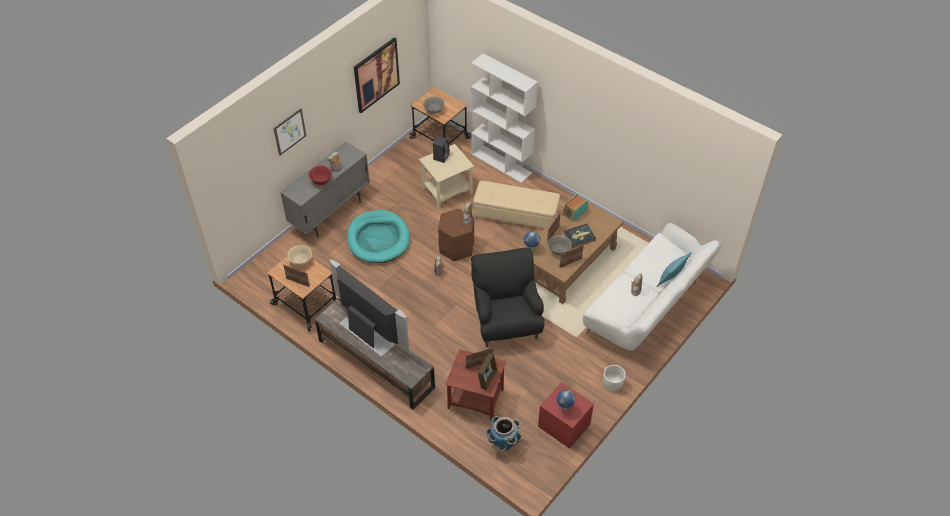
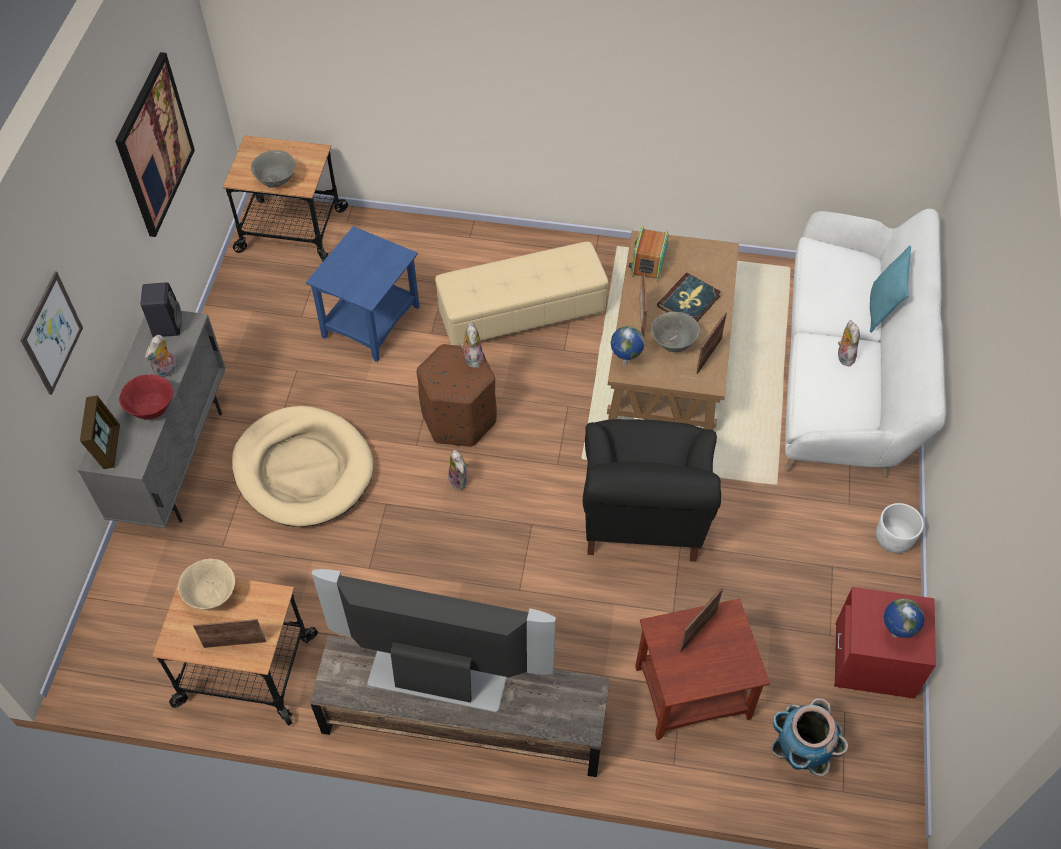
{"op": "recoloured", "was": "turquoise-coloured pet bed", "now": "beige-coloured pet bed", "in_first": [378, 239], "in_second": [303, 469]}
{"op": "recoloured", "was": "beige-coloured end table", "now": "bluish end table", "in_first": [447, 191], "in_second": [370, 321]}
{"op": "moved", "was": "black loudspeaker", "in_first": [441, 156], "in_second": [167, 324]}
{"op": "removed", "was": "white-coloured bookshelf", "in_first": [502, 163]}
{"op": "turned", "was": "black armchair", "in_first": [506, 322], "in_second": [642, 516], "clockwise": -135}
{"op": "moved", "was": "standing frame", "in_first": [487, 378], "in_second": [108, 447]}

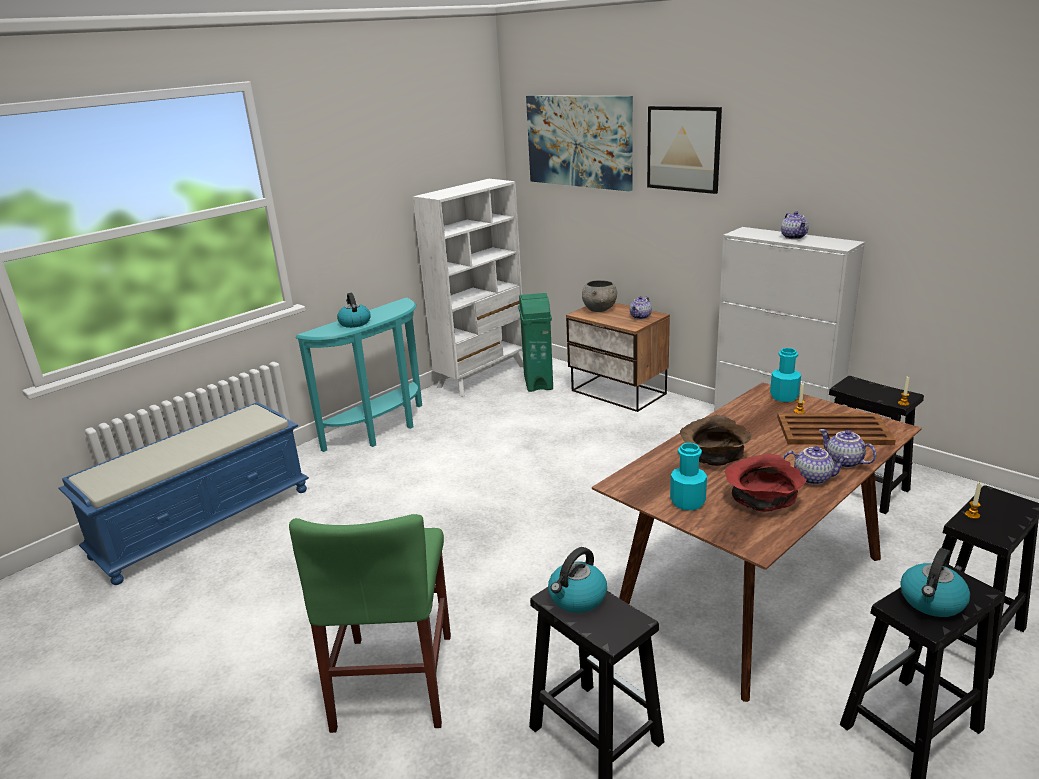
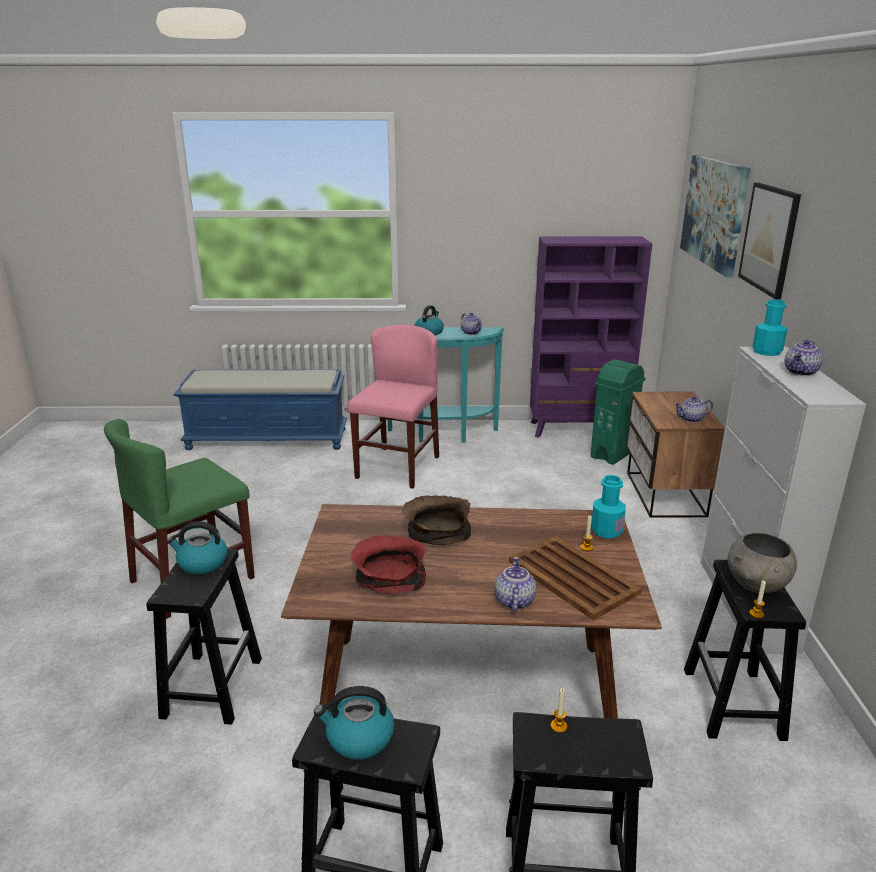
{"op": "recoloured", "was": "white-coloured bookshelf", "now": "purplish bookshelf", "in_first": [482, 376], "in_second": [579, 429]}
{"op": "moved", "was": "greyish serving bowl", "in_first": [600, 310], "in_second": [757, 586]}
{"op": "moved", "was": "turquoise-coloured drink bottle", "in_first": [687, 502], "in_second": [766, 352]}
{"op": "moved", "was": "pot for tea", "in_first": [812, 478], "in_second": [471, 332]}
{"op": "added", "now": "pinkish chair", "in_second": [397, 467]}

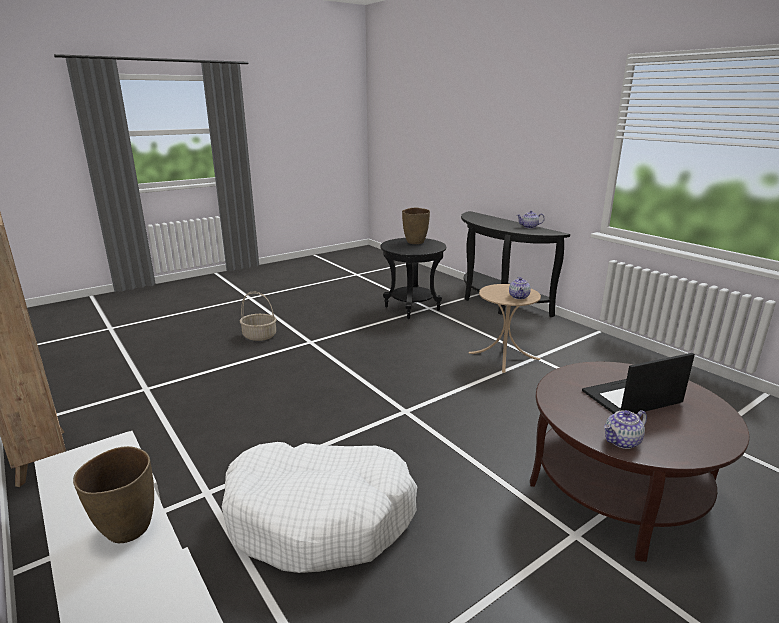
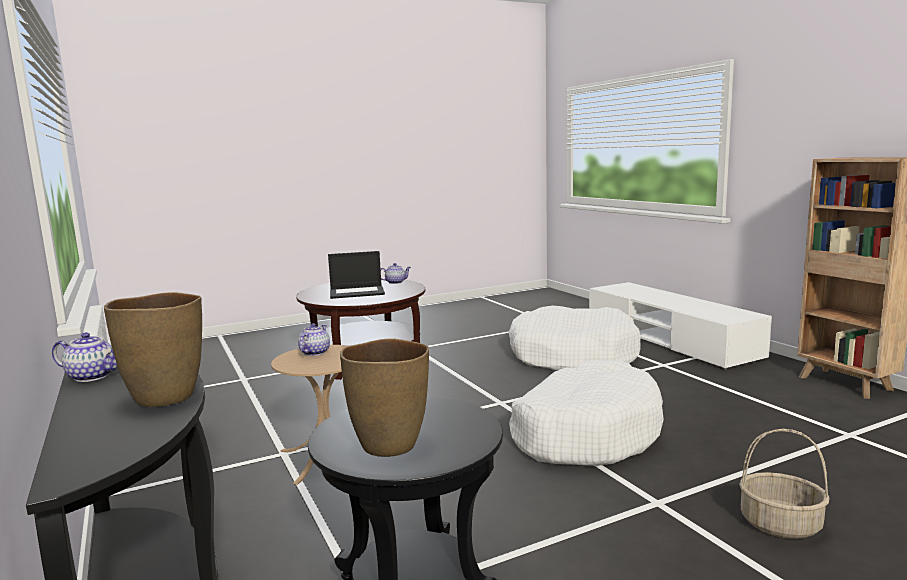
{"op": "moved", "was": "brownish flower vase", "in_first": [128, 530], "in_second": [166, 398]}
{"op": "added", "now": "white-coloured pet bed", "in_second": [585, 432]}

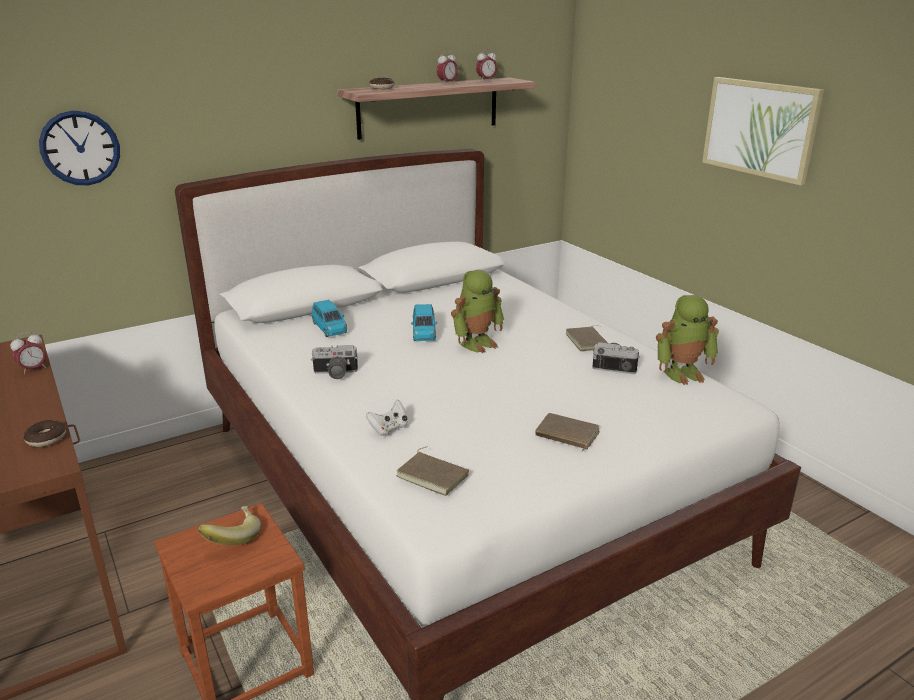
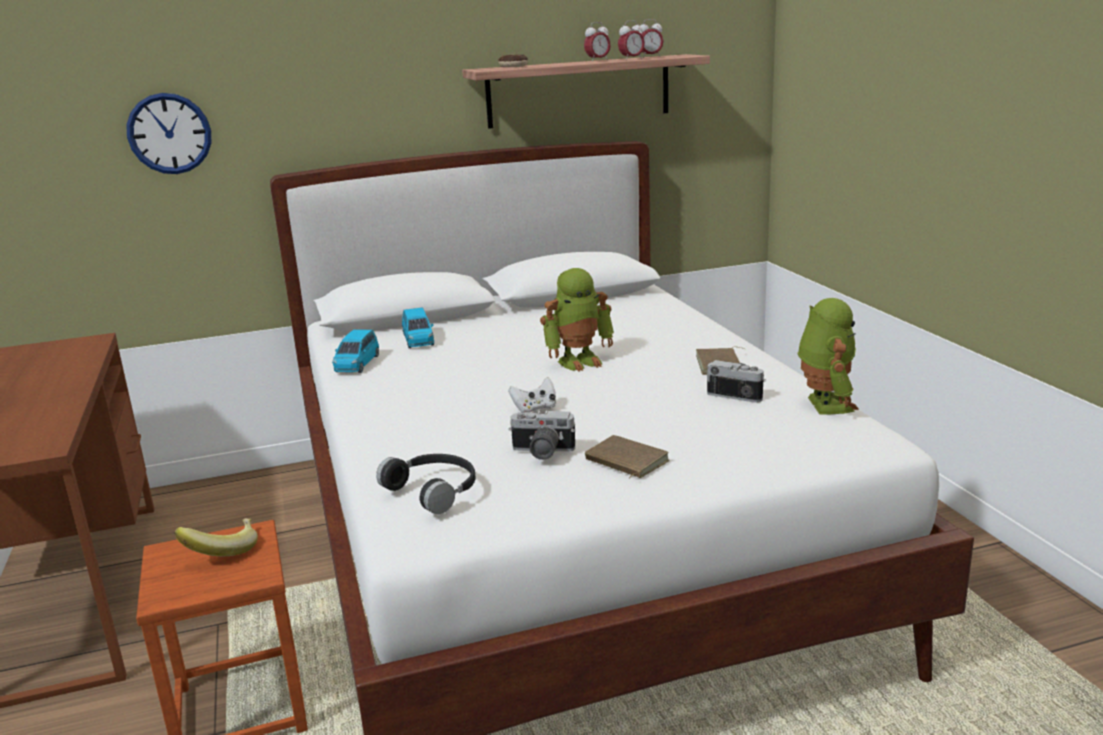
{"op": "moved", "was": "bedside clock", "in_first": [33, 369], "in_second": [631, 59]}
{"op": "removed", "was": "ring doughnut", "in_first": [46, 439]}
{"op": "moved", "was": "photo camera", "in_first": [335, 374], "in_second": [541, 452]}
{"op": "moved", "was": "white-coloured gamepad", "in_first": [389, 429], "in_second": [535, 409]}
{"op": "replaced", "was": "brownish bound book", "now": "black pair of headphones", "in_first": [434, 475], "in_second": [435, 490]}
{"op": "moved", "was": "bluish model car", "in_first": [424, 333], "in_second": [357, 364]}
{"op": "turned", "was": "toy robot", "in_first": [683, 373], "in_second": [824, 404], "clockwise": -90}
{"op": "removed", "was": "wall art", "in_first": [760, 128]}

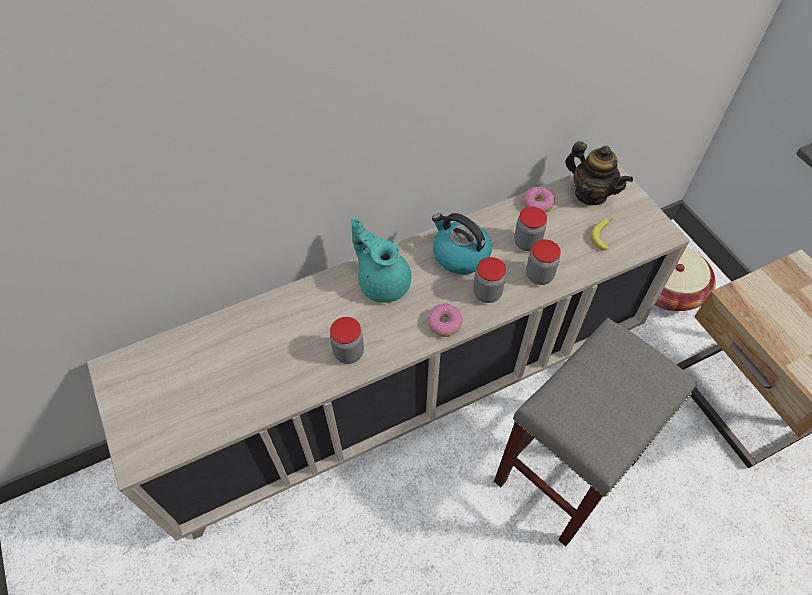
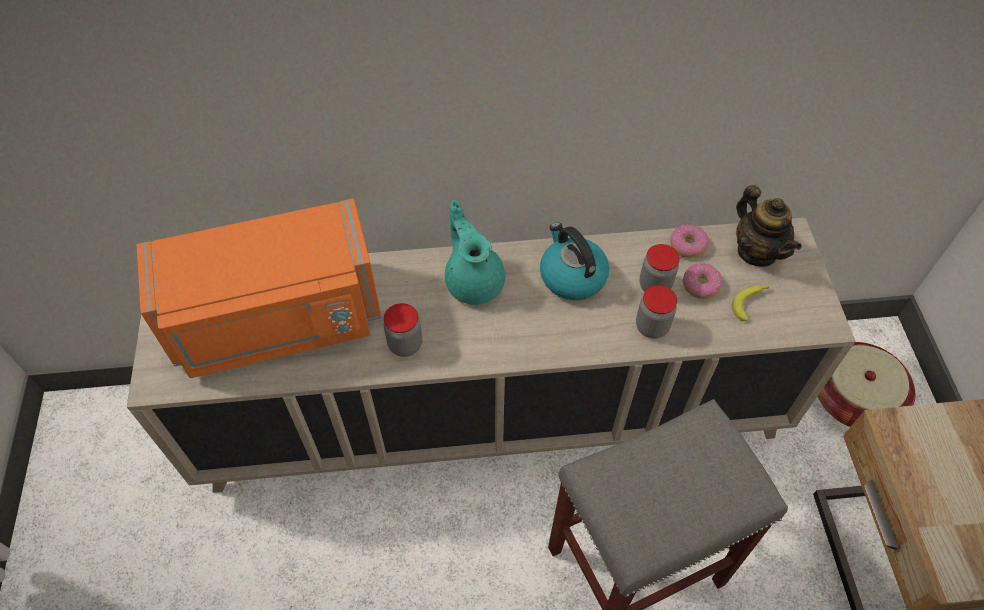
{"op": "moved", "was": "ring doughnut", "in_first": [444, 323], "in_second": [700, 285]}
{"op": "removed", "was": "preserve jar", "in_first": [487, 293]}
{"op": "added", "now": "orange microwave", "in_second": [277, 322]}

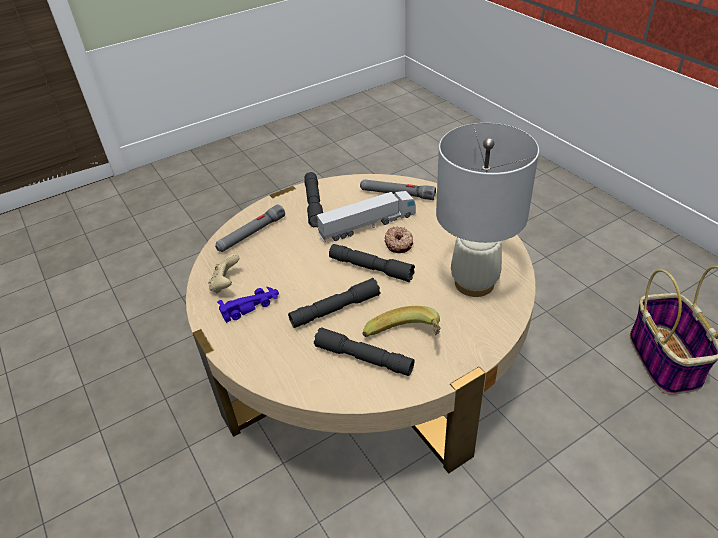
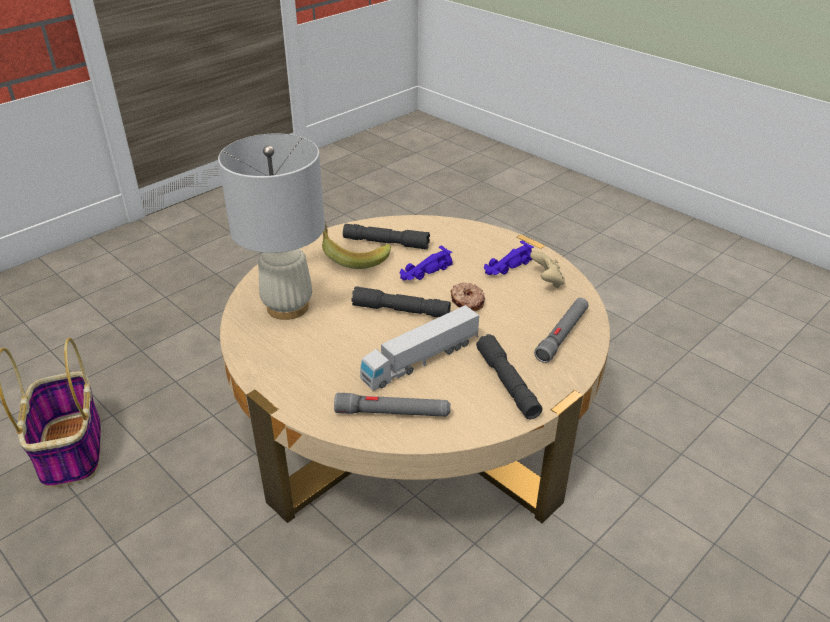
{"op": "replaced", "was": "greyish flashlight", "now": "purplish model car", "in_first": [335, 309], "in_second": [424, 272]}
{"op": "moved", "was": "ring doughnut", "in_first": [399, 243], "in_second": [467, 302]}

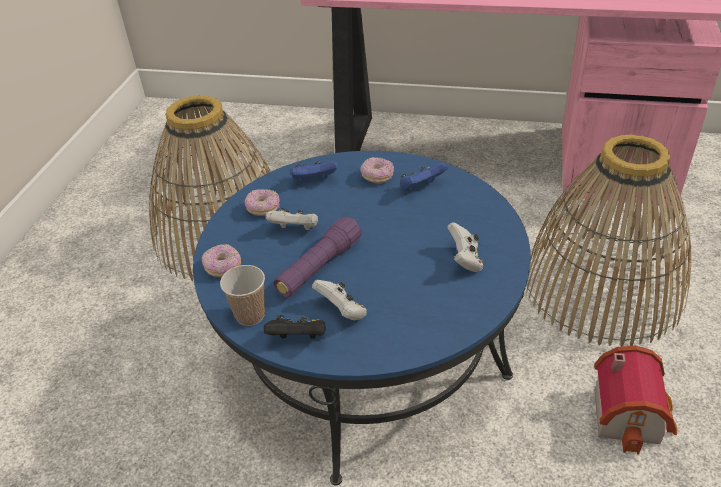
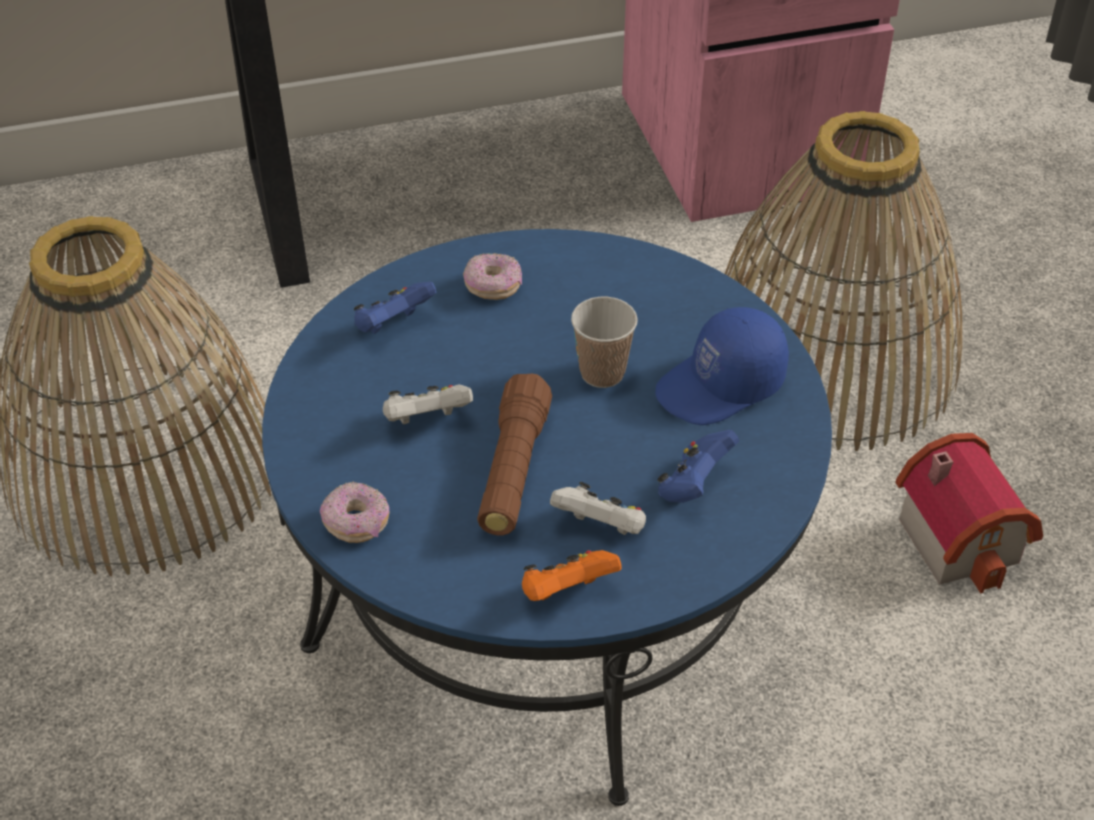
{"op": "moved", "was": "cup", "in_first": [250, 315], "in_second": [602, 373]}
{"op": "removed", "was": "ring doughnut", "in_first": [263, 209]}
{"op": "recoloured", "was": "black gamepad", "now": "orange gamepad", "in_first": [298, 339], "in_second": [566, 592]}
{"op": "recoloured", "was": "purplish flashlight", "now": "brownish flashlight", "in_first": [319, 267], "in_second": [513, 470]}
{"op": "moved", "was": "bluish gamepad", "in_first": [421, 187], "in_second": [694, 485]}
{"op": "replaced", "was": "white-coloured gamepad", "now": "bluish baseball cap", "in_first": [465, 260], "in_second": [721, 386]}

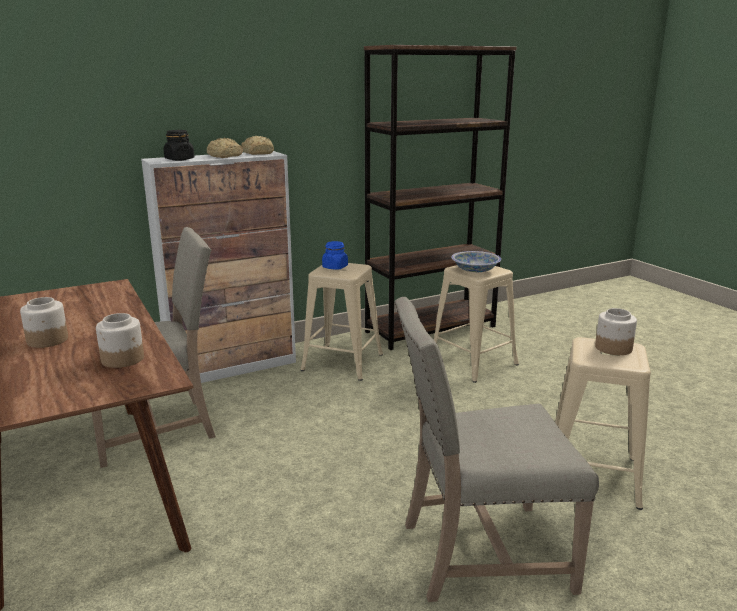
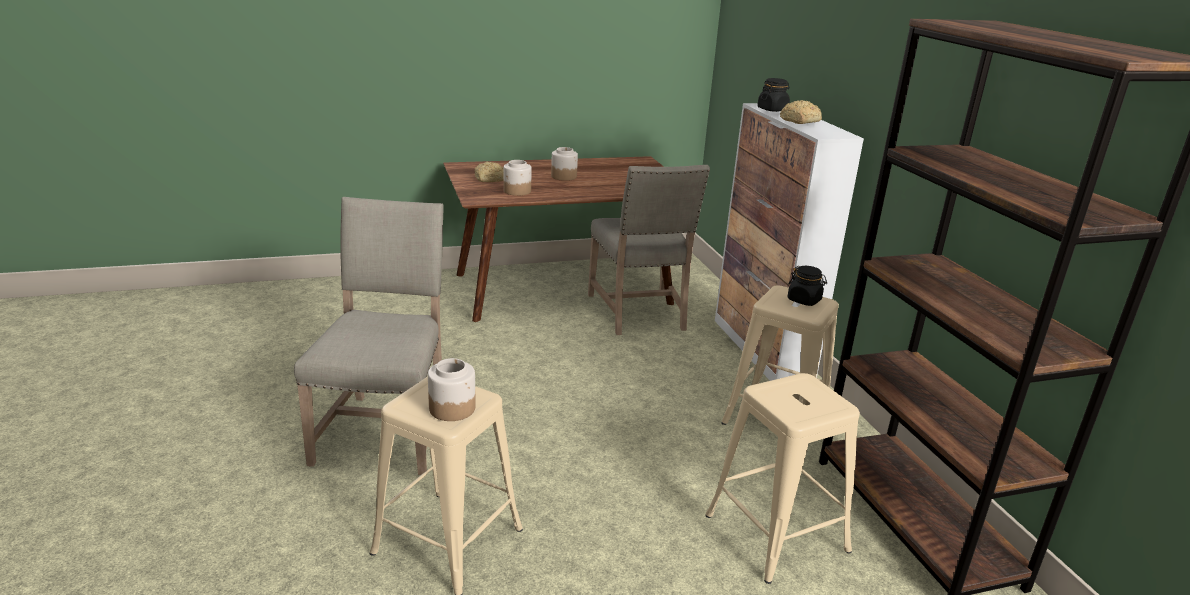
{"op": "moved", "was": "baked bread", "in_first": [258, 153], "in_second": [490, 179]}
{"op": "recoloured", "was": "bluish preserve jar", "now": "black preserve jar", "in_first": [335, 267], "in_second": [804, 300]}
{"op": "removed", "was": "serving bowl", "in_first": [475, 270]}

